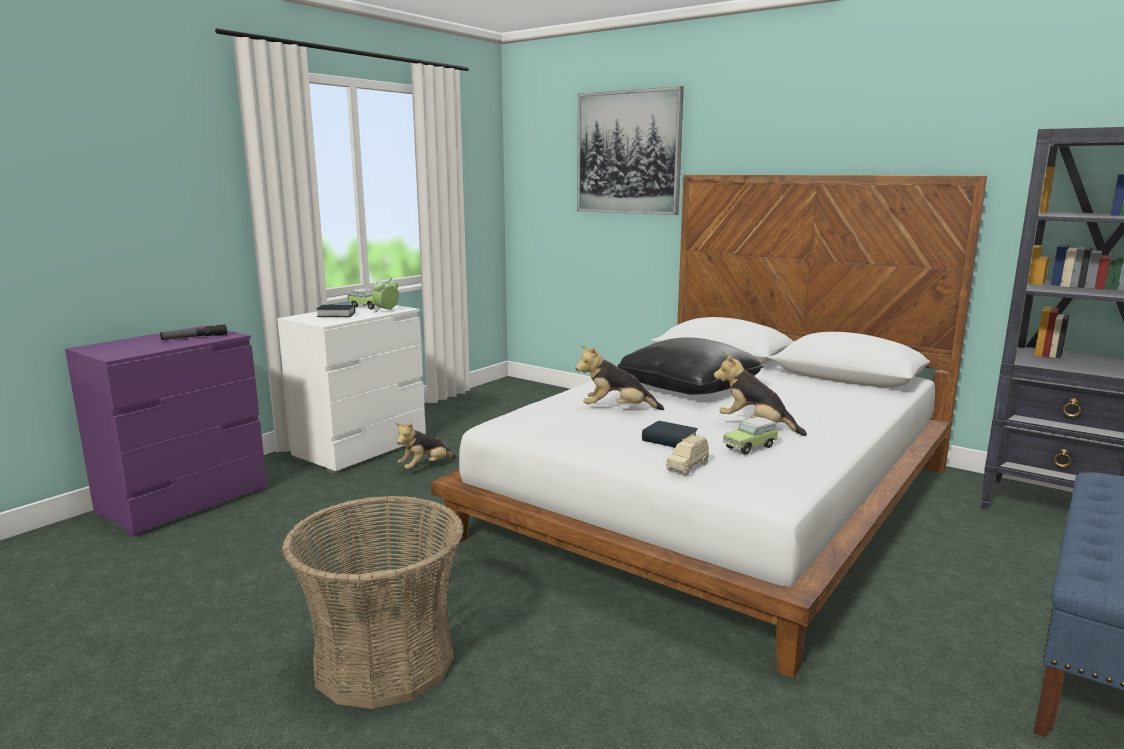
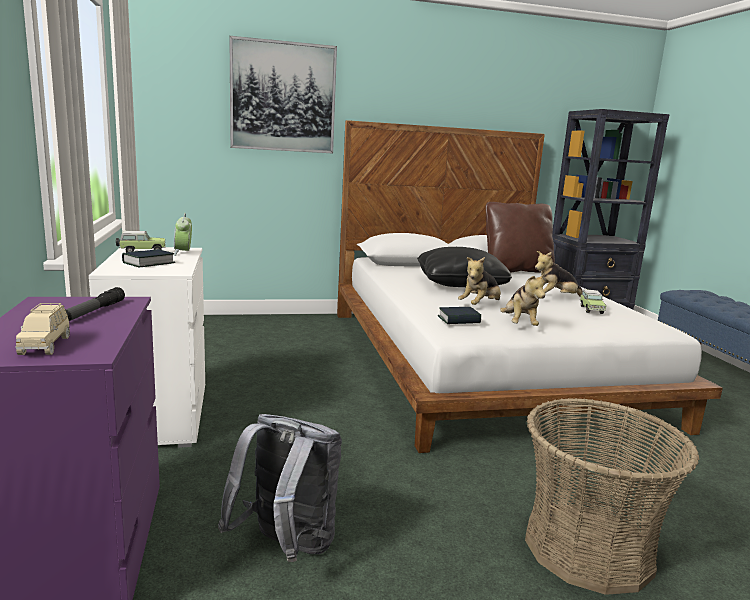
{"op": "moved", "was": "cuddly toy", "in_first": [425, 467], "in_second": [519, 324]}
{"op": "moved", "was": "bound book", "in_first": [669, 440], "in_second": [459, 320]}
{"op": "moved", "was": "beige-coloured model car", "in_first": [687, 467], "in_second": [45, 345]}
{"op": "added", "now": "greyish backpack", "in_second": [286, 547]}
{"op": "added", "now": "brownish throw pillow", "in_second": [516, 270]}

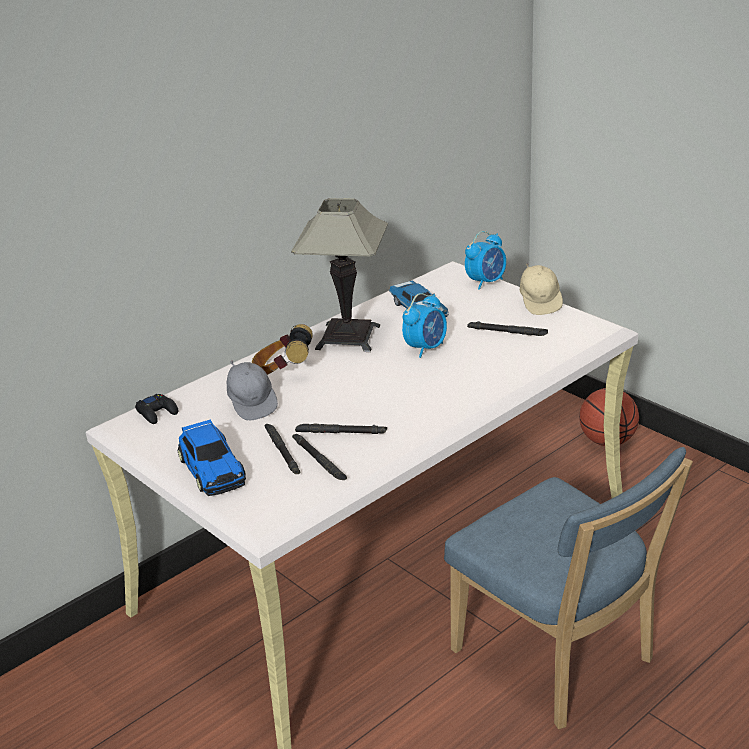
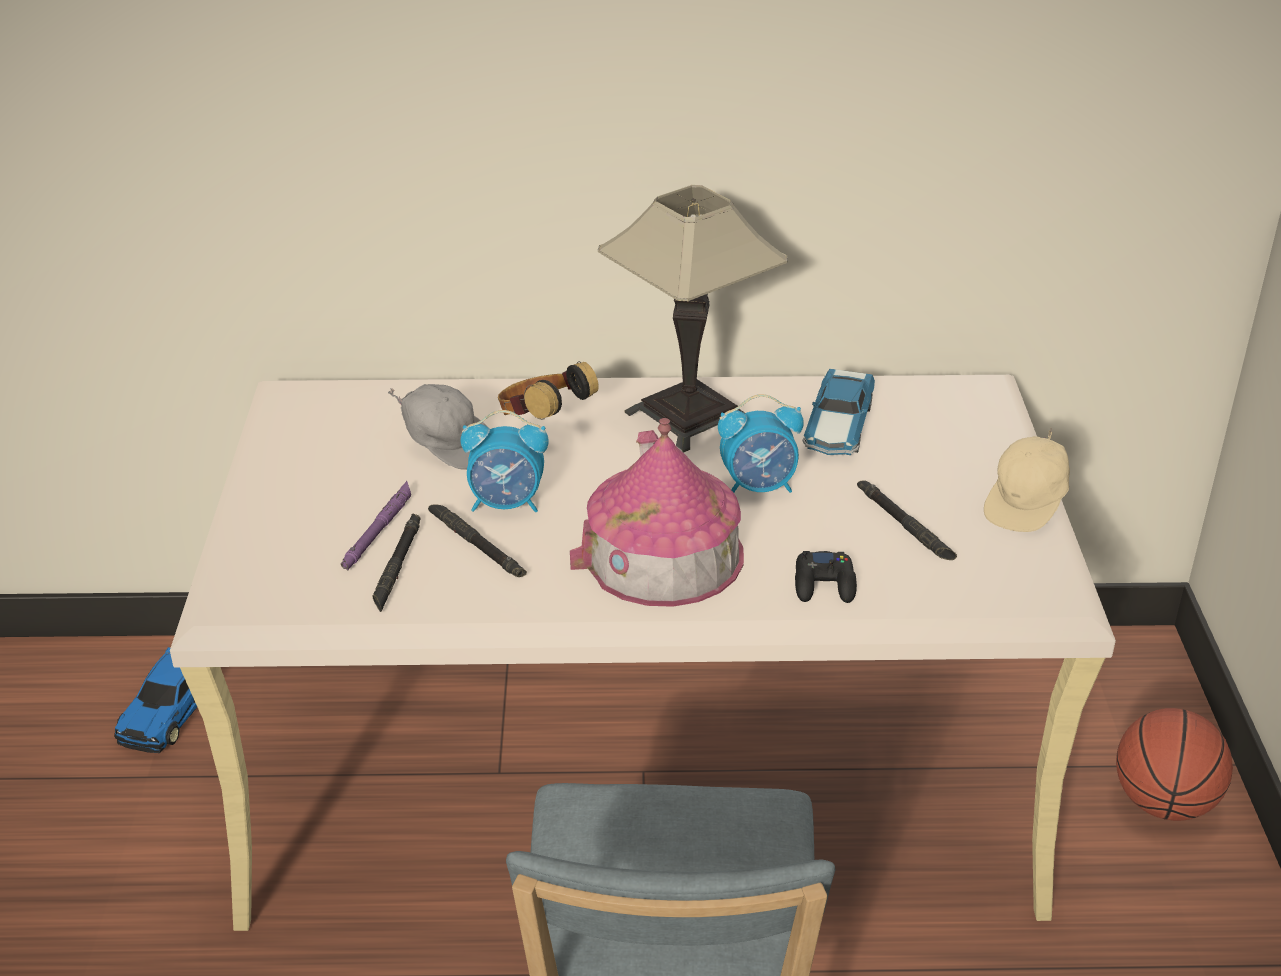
{"op": "moved", "was": "black gamepad", "in_first": [157, 413], "in_second": [824, 584]}
{"op": "moved", "was": "model car", "in_first": [212, 469], "in_second": [169, 712]}
{"op": "turned", "was": "greyish baseball cap", "in_first": [252, 403], "in_second": [447, 445], "clockwise": -75}
{"op": "recoloured", "was": "black flashlight", "now": "purplish flashlight", "in_first": [282, 452], "in_second": [379, 530]}
{"op": "moved", "was": "bedside clock", "in_first": [486, 282], "in_second": [507, 504]}
{"op": "added", "now": "model house", "in_second": [663, 555]}

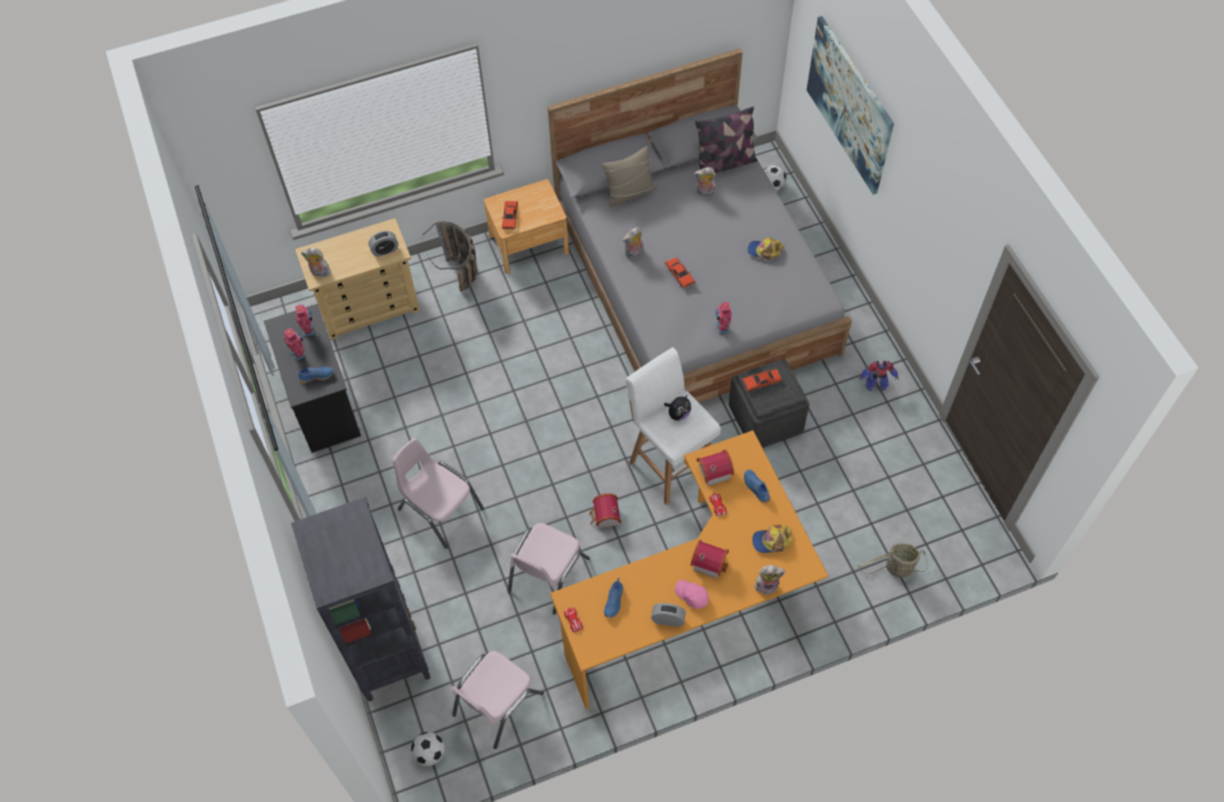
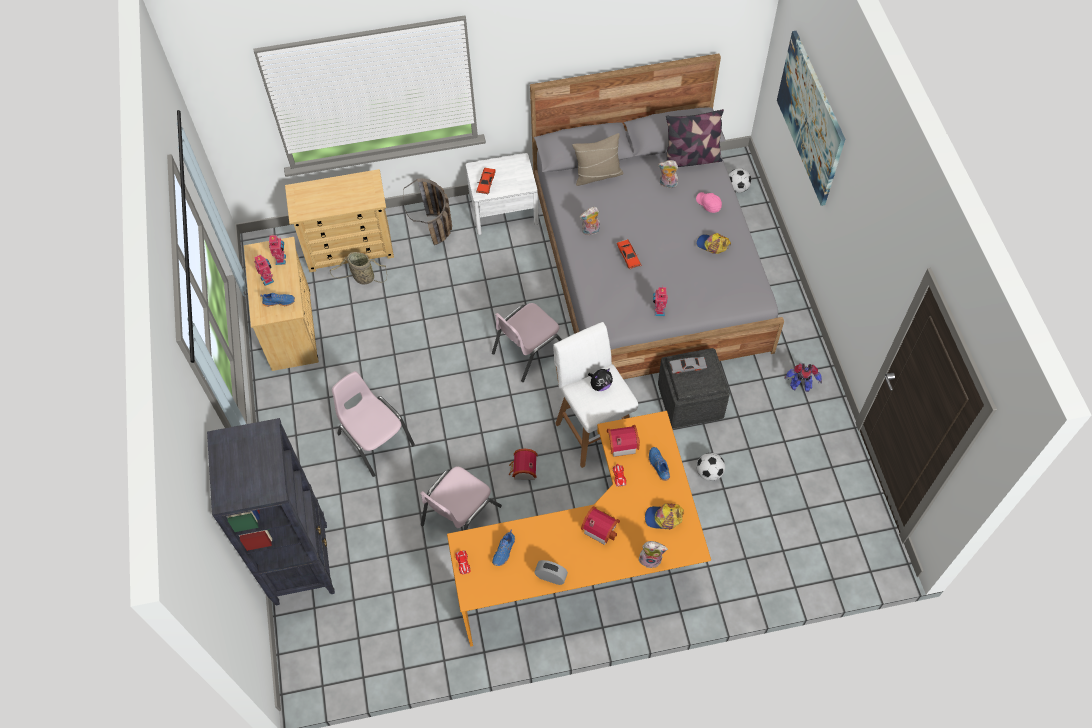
{"op": "recoloured", "was": "black chest of drawers", "now": "beige-coloured chest of drawers", "in_first": [323, 404], "in_second": [291, 329]}
{"op": "removed", "was": "cuddly toy", "in_first": [319, 273]}
{"op": "removed", "was": "bedside clock", "in_first": [385, 250]}
{"op": "moved", "was": "football", "in_first": [429, 753], "in_second": [709, 472]}
{"op": "moved", "was": "pinkish chair", "in_first": [496, 703], "in_second": [528, 350]}
{"op": "recoloured", "was": "brownish night table", "now": "white-coloured night table", "in_first": [528, 244], "in_second": [503, 210]}
{"op": "moved", "was": "pinkish baseball cap", "in_first": [691, 596], "in_second": [708, 204]}
{"op": "recoloured", "was": "red model car", "now": "greyish model car", "in_first": [761, 382], "in_second": [687, 367]}
{"op": "moved", "was": "household basket", "in_first": [896, 569], "in_second": [362, 278]}

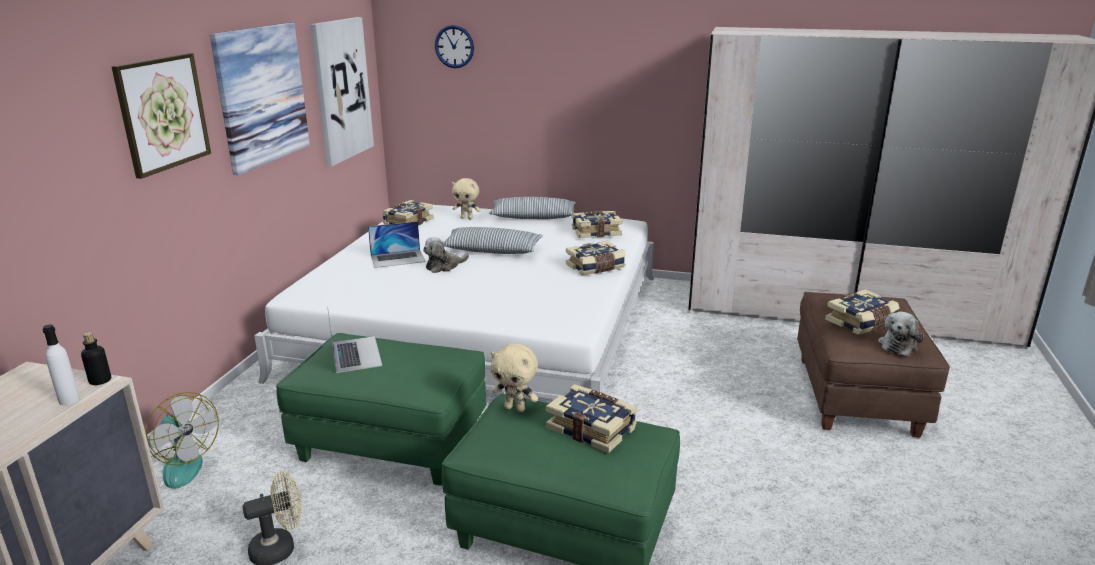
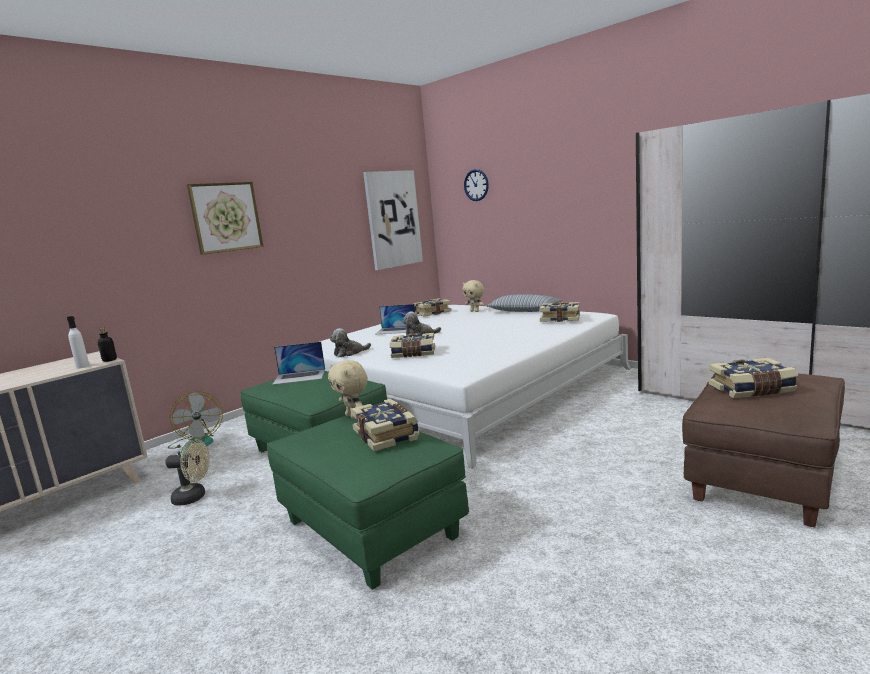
{"op": "removed", "was": "wall art", "in_first": [262, 95]}
{"op": "turned", "was": "portable computer", "in_first": [356, 354], "in_second": [299, 377], "clockwise": 75}
{"op": "removed", "was": "throw pillow", "in_first": [492, 250]}
{"op": "moved", "was": "bound book", "in_first": [595, 267], "in_second": [413, 353]}
{"op": "moved", "was": "cuddly toy", "in_first": [898, 345], "in_second": [349, 353]}

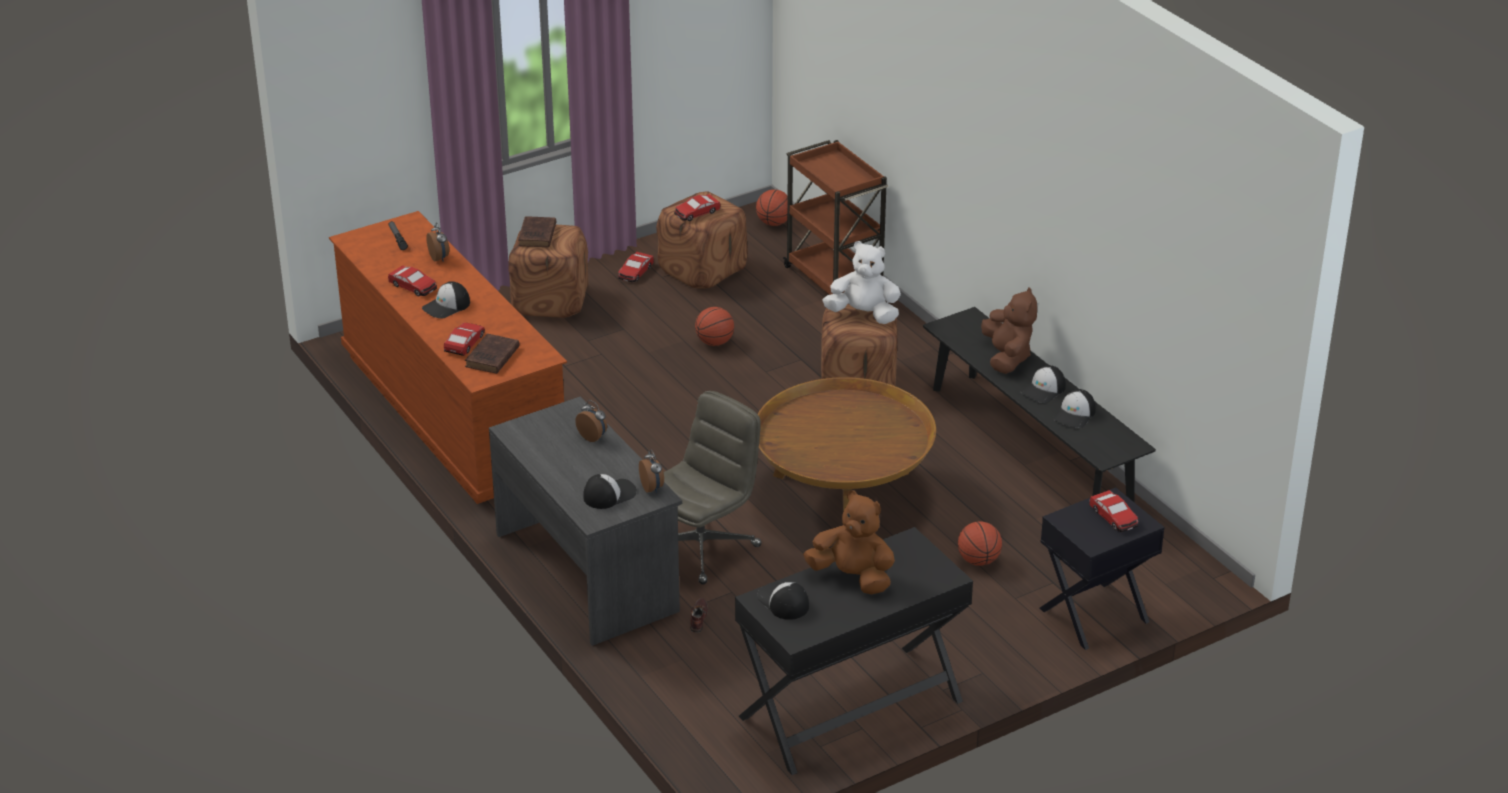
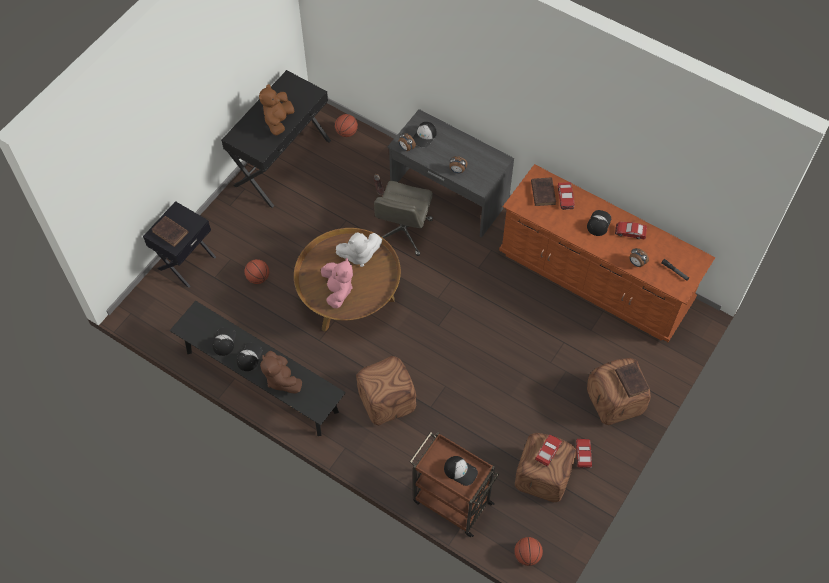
{"op": "moved", "was": "basketball ball", "in_first": [714, 342], "in_second": [346, 132]}
{"op": "moved", "was": "baseball cap", "in_first": [783, 602], "in_second": [460, 471]}
{"op": "turned", "was": "brownish cuddly toy", "in_first": [852, 577], "in_second": [278, 121], "clockwise": 105}
{"op": "moved", "was": "white-coloured cuddly toy", "in_first": [863, 314], "in_second": [359, 255]}
{"op": "replaced", "was": "model car", "now": "brownish bound book", "in_first": [1113, 517], "in_second": [171, 233]}
{"op": "added", "now": "pinkish cuddly toy", "in_second": [338, 290]}

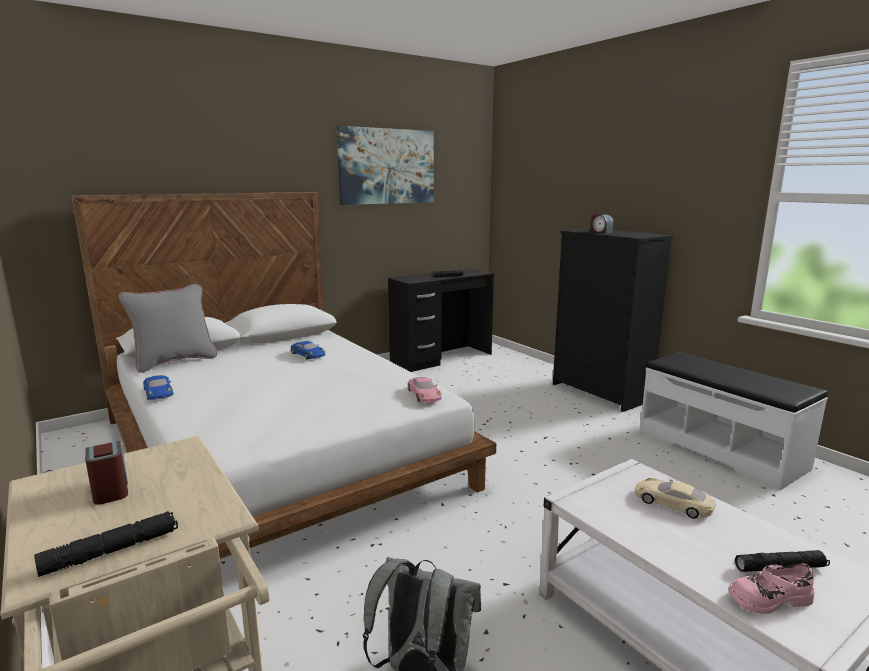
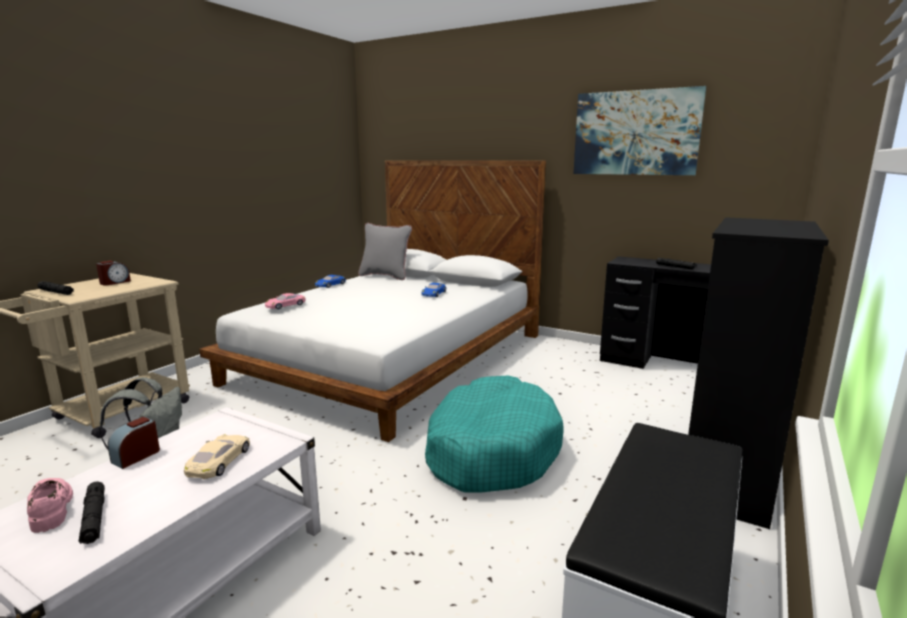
{"op": "moved", "was": "pinkish model car", "in_first": [424, 394], "in_second": [285, 305]}
{"op": "moved", "was": "bedside clock", "in_first": [600, 232], "in_second": [136, 456]}
{"op": "added", "now": "turquoise-coloured pet bed", "in_second": [491, 450]}

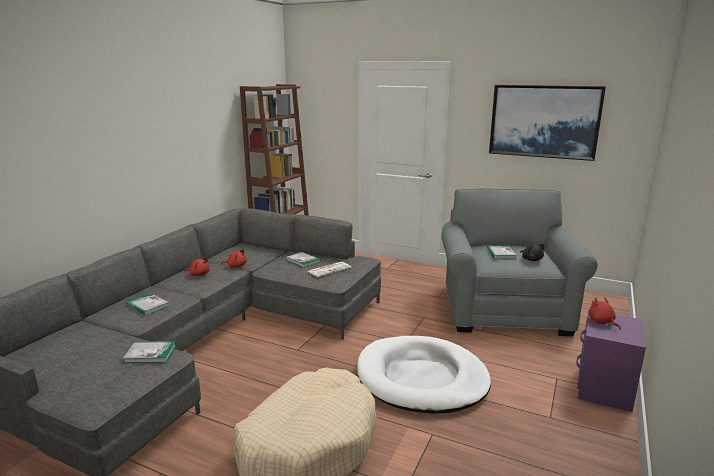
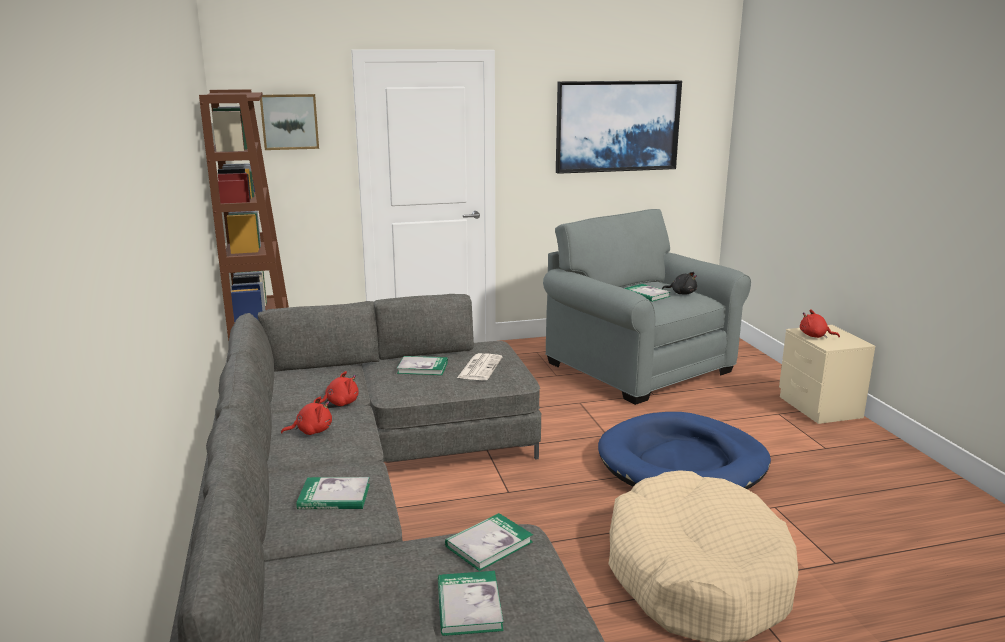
{"op": "recoloured", "was": "white-coloured pet bed", "now": "bluish pet bed", "in_first": [422, 378], "in_second": [682, 463]}
{"op": "recoloured", "was": "purplish night table", "now": "beige-coloured night table", "in_first": [604, 388], "in_second": [819, 407]}
{"op": "added", "now": "wall art", "in_second": [289, 121]}
{"op": "added", "now": "bound book", "in_second": [469, 606]}

